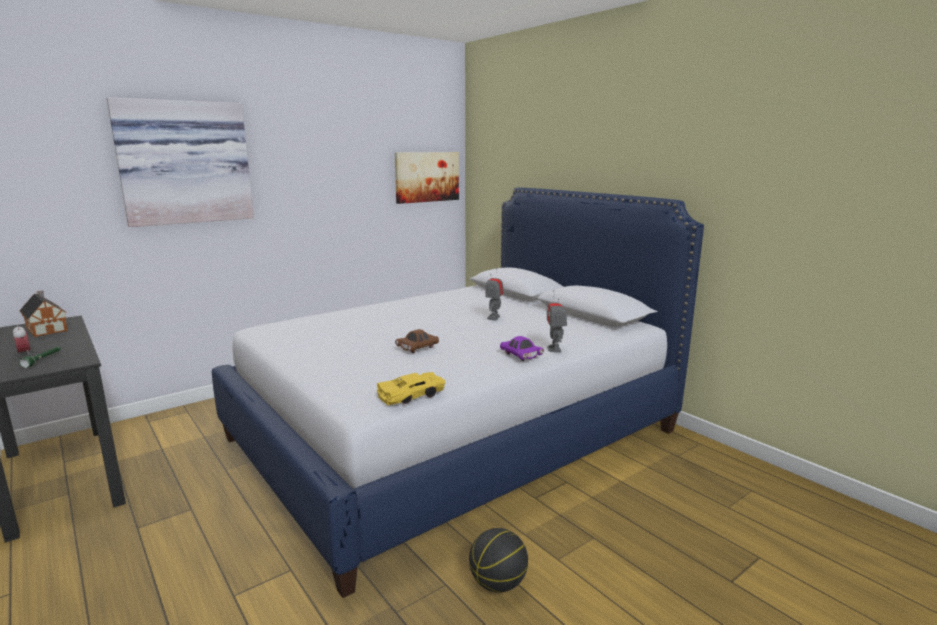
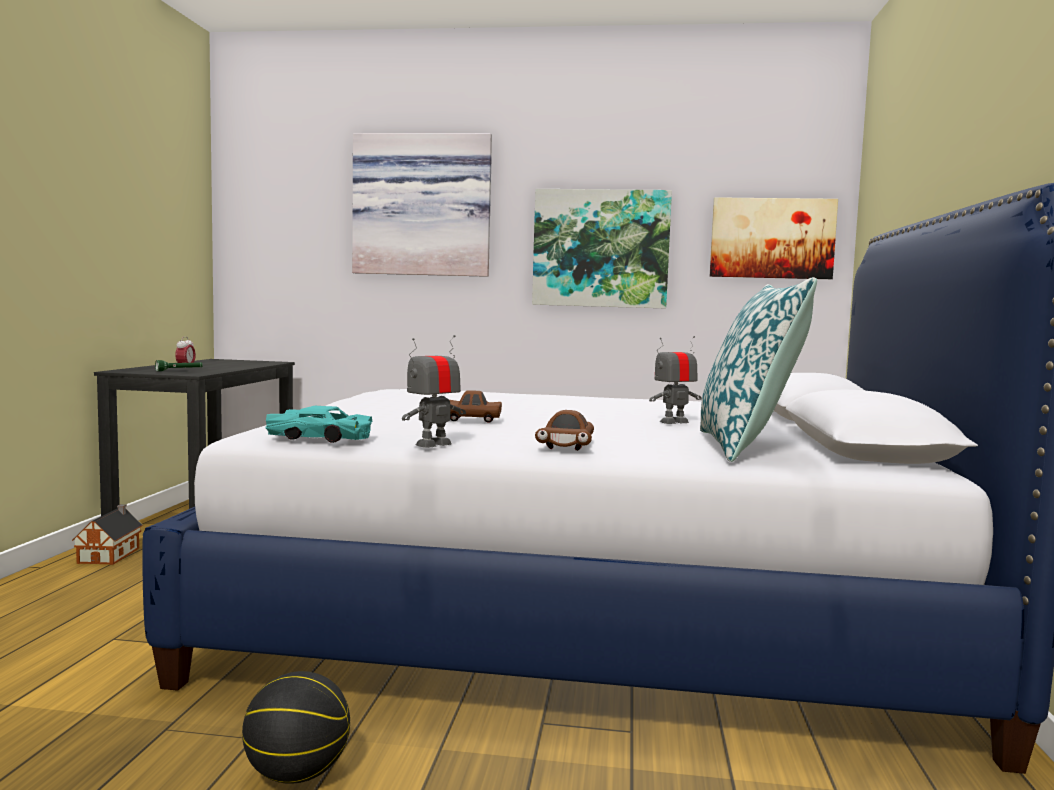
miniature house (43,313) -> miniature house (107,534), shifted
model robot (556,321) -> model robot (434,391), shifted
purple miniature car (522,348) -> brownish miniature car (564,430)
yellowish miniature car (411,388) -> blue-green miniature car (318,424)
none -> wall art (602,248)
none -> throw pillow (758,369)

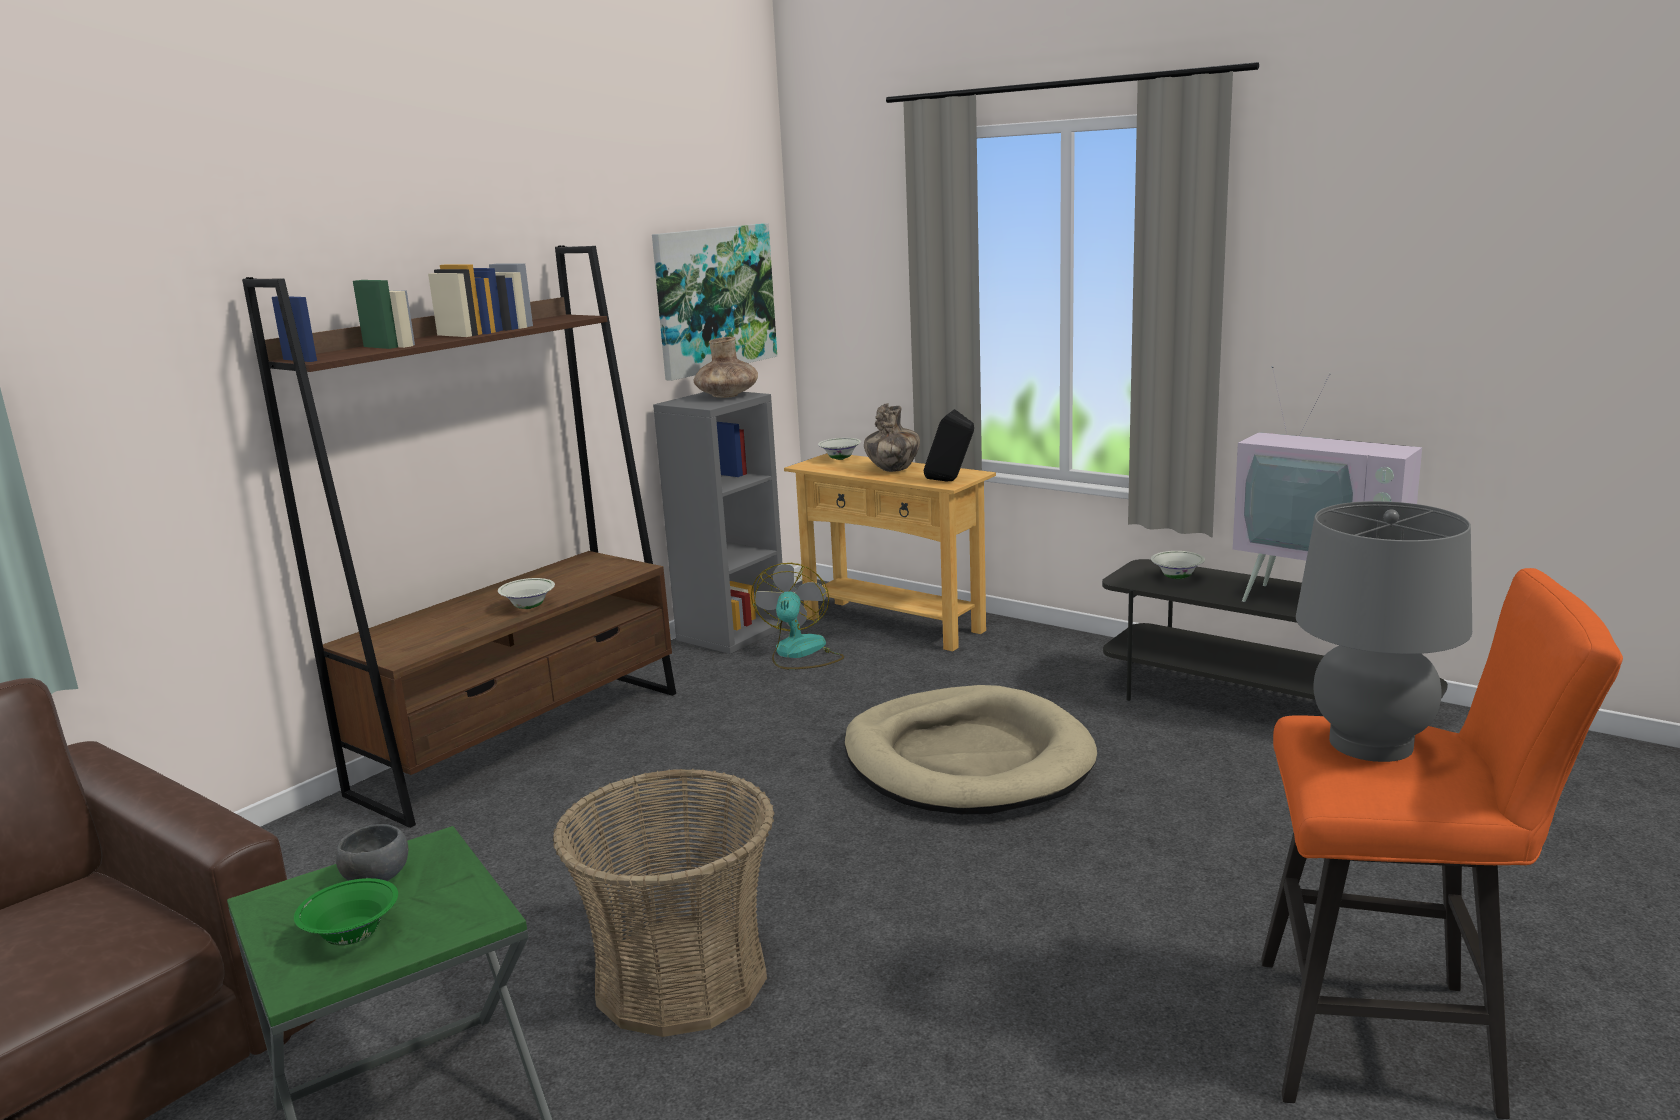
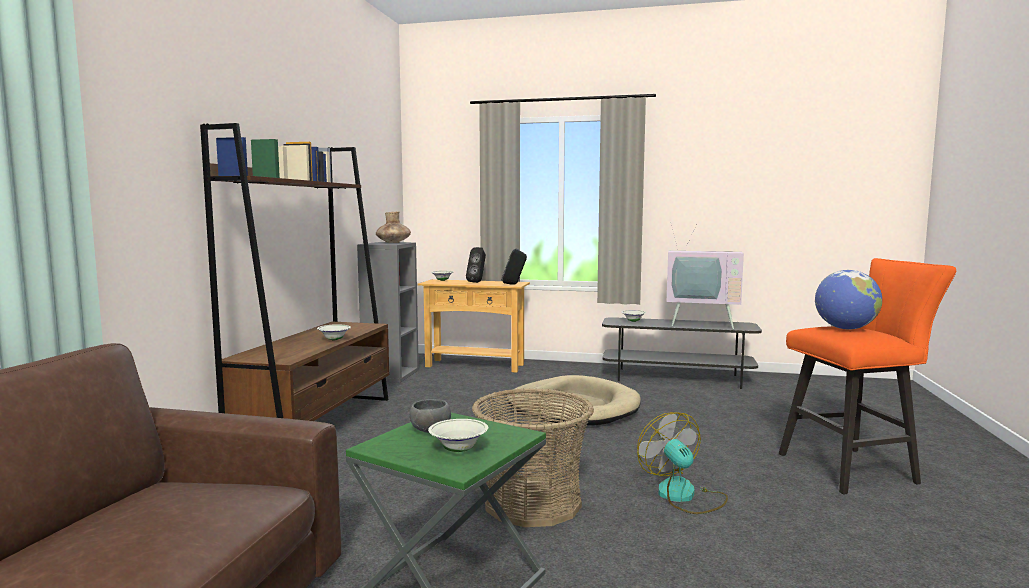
wall art (714,302) -> none
flower vase (892,437) -> black-coloured loudspeaker (476,265)
greyish tabletop lamp (1384,631) -> desk globe (848,300)
electric fan (797,616) -> electric fan (682,463), shifted
green-coloured serving bowl (346,911) -> whitish serving bowl (458,435)

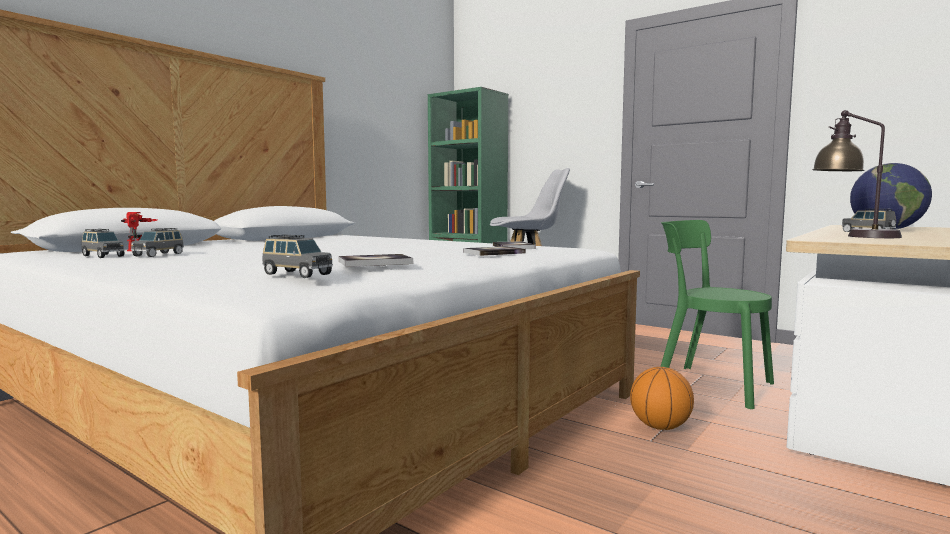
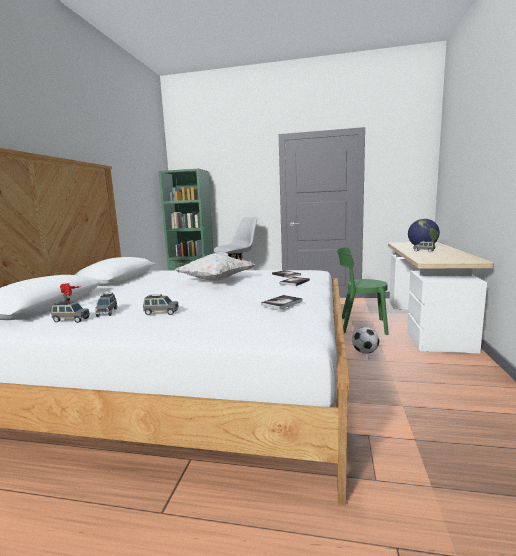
tabletop lamp (857,174) -> none
greyish miniature car (297,256) -> greyish miniature car (161,305), shifted
ball for basketball (662,398) -> ball for football (365,340)
none -> whitish throw pillow (215,267)

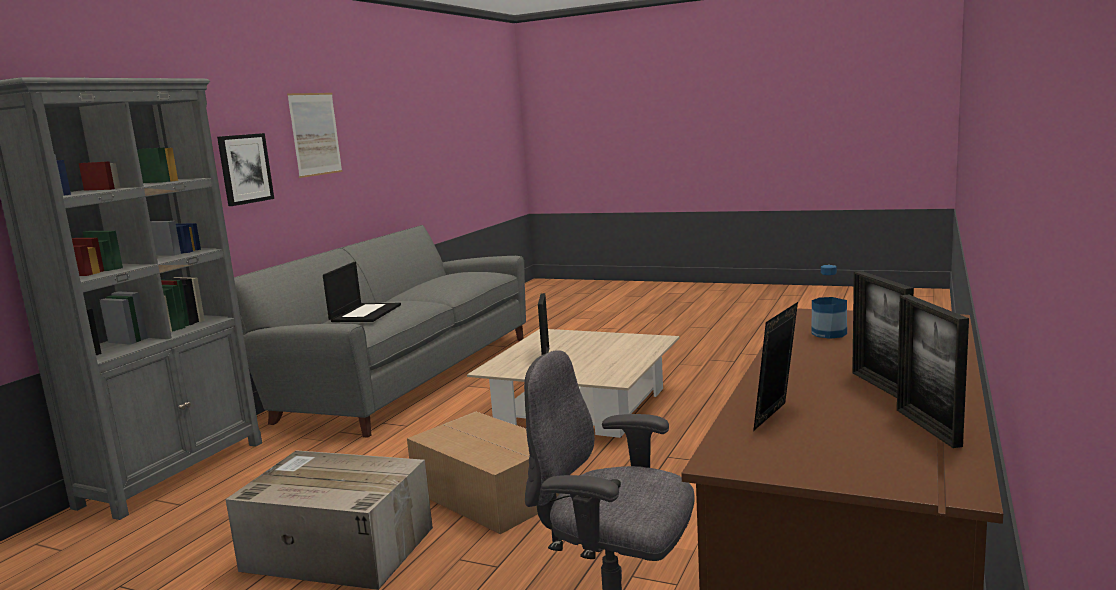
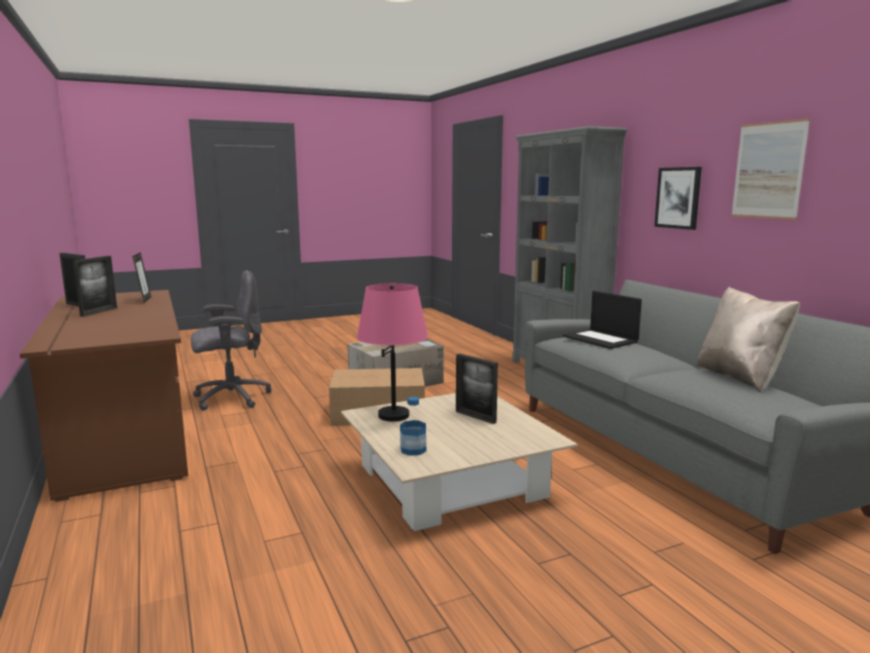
drink bottle (829,302) -> drink bottle (413,426), shifted
picture frame (883,334) -> picture frame (95,286), 75 degrees clockwise
none -> pinkish tabletop lamp (392,352)
none -> beige throw pillow (748,339)

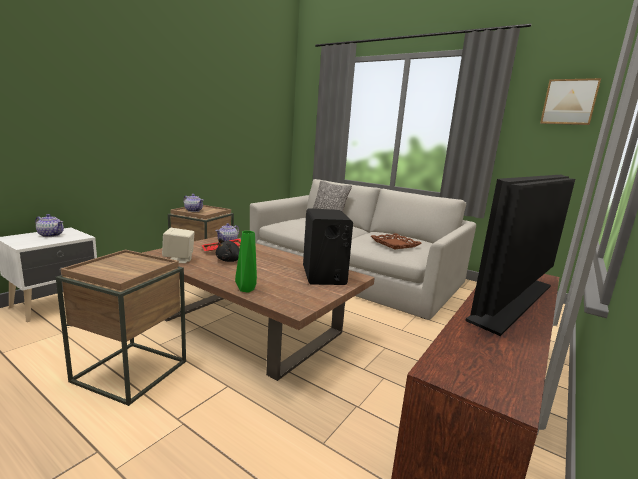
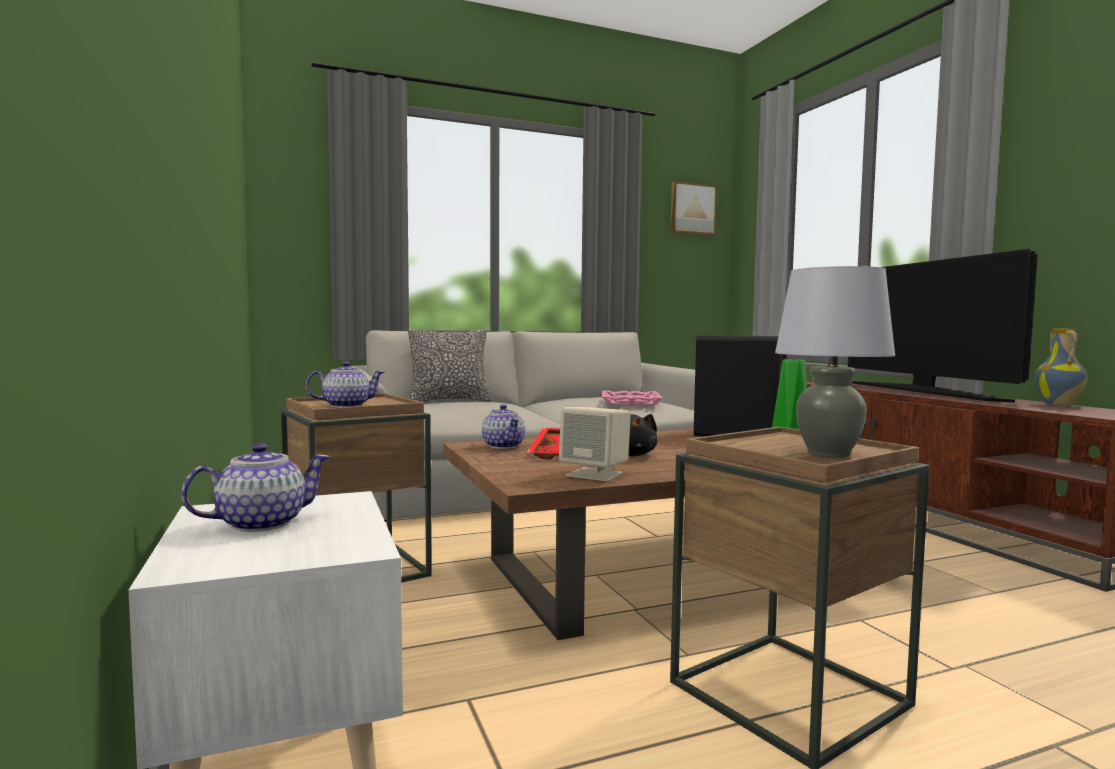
brownish serving tray (396,241) -> pinkish serving tray (631,397)
none -> greyish tabletop lamp (835,362)
none -> flower vase (1061,367)

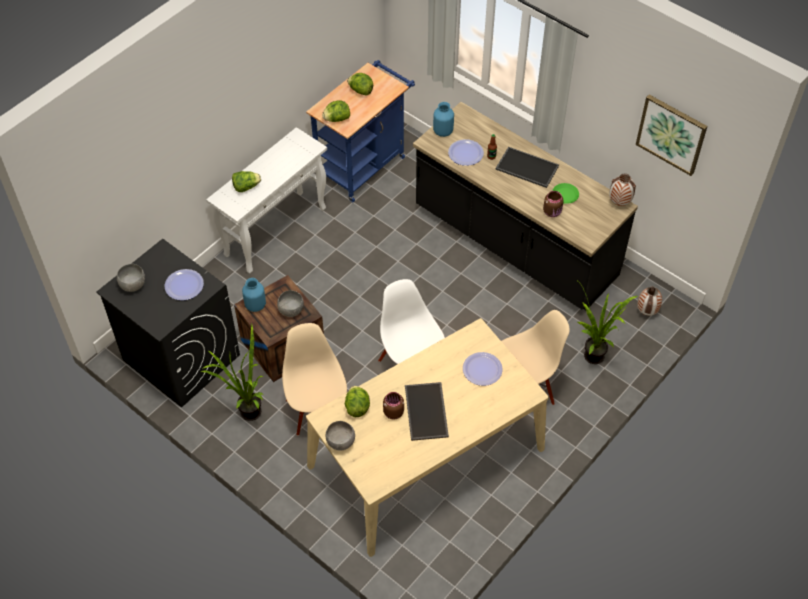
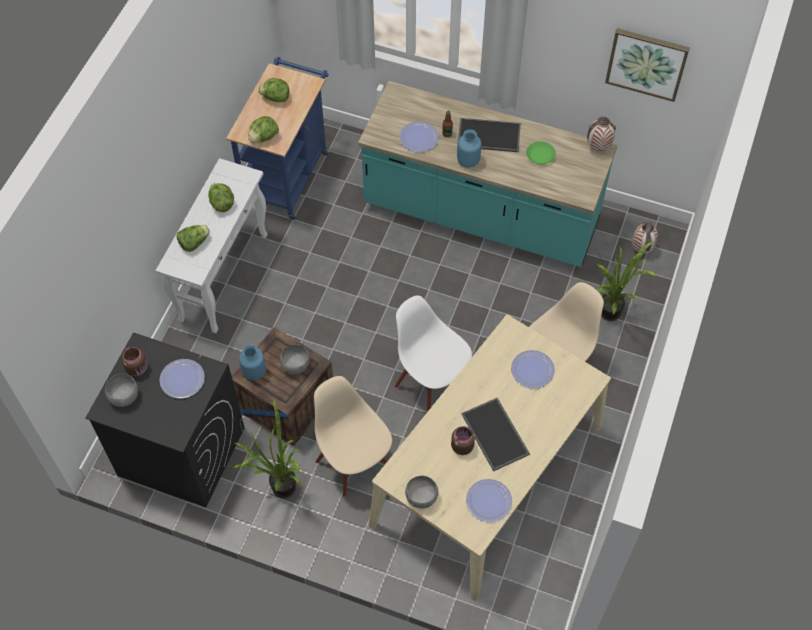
black-coloured kitchen base unit (525,206) -> blue-green kitchen base unit (487,174)
blue-coloured flower vase (443,119) -> blue-coloured flower vase (469,148), shifted
brownish preserve jar (553,204) -> brownish preserve jar (135,362), shifted
head of lettuce (357,401) -> head of lettuce (221,197), shifted
none -> plate (489,500)

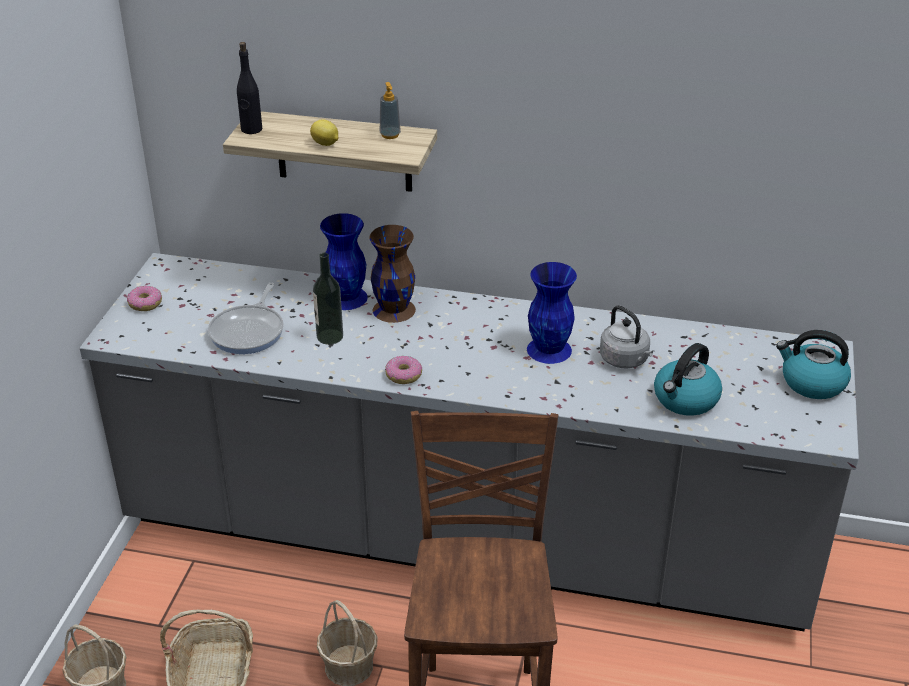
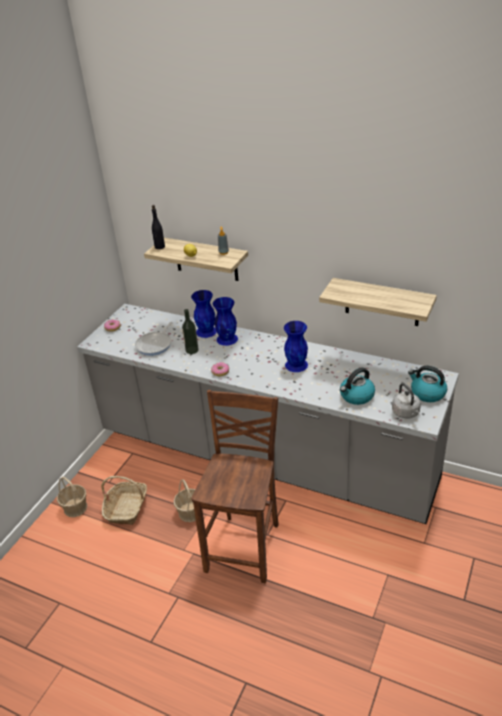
brownish flower vase (392,274) -> blue-coloured flower vase (225,321)
greyish tea kettle (626,337) -> greyish tea kettle (406,401), shifted
none -> wall shelf (378,302)

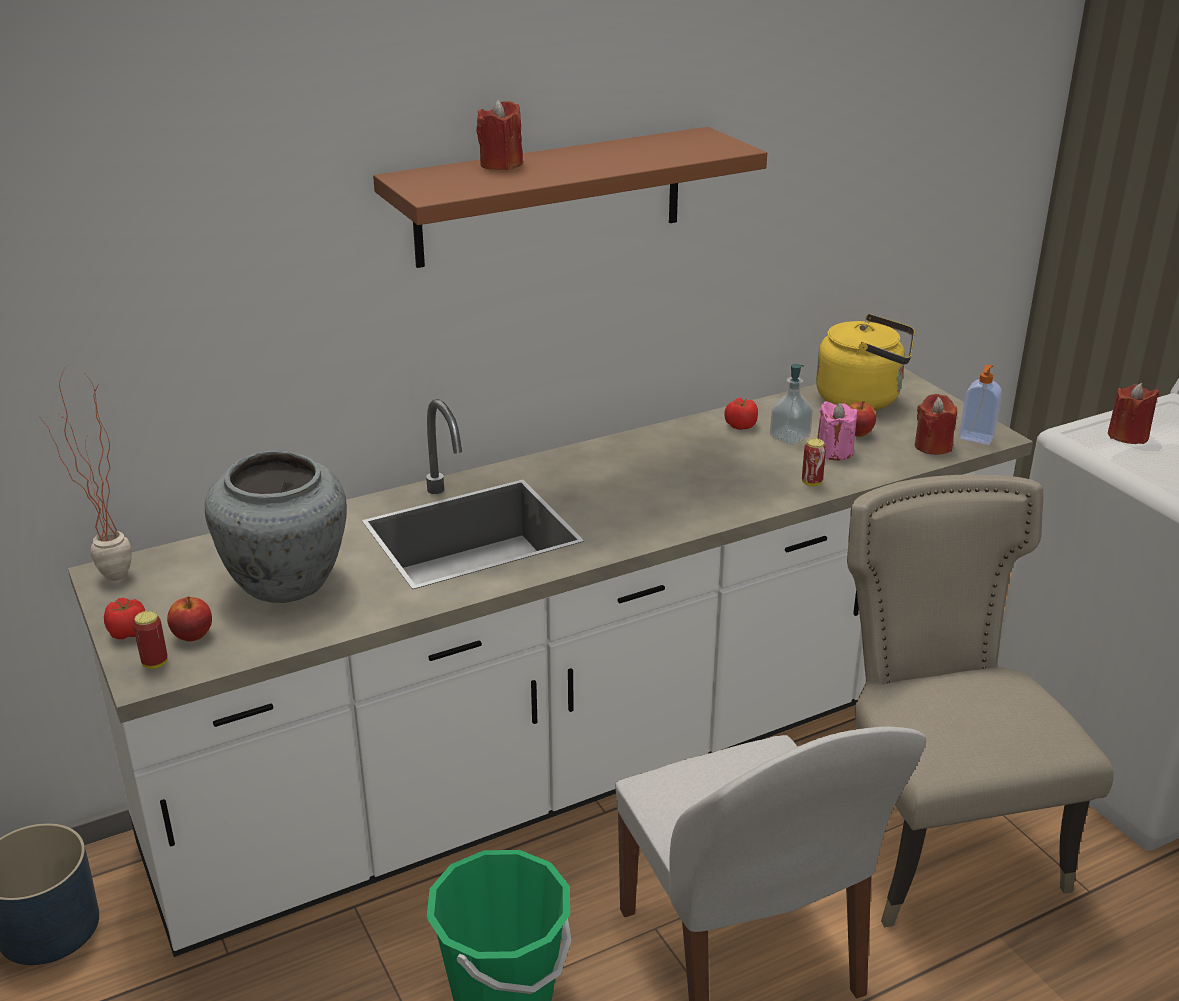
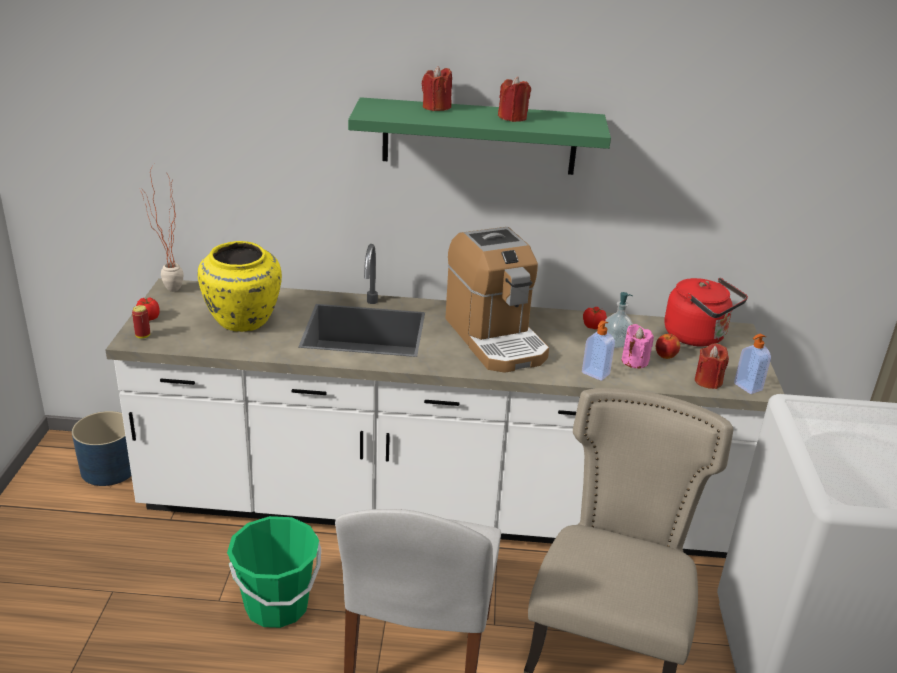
brownish wall shelf (570,197) -> green-coloured wall shelf (479,136)
yellowish tea kettle (865,362) -> red tea kettle (706,312)
red candle (1133,413) -> red candle (514,99), shifted
sealed can (814,462) -> liquid soap bottle (598,350)
greyish flower vase (276,526) -> yellowish flower vase (240,286)
whole apple (189,619) -> none
none -> coffee maker (497,300)

